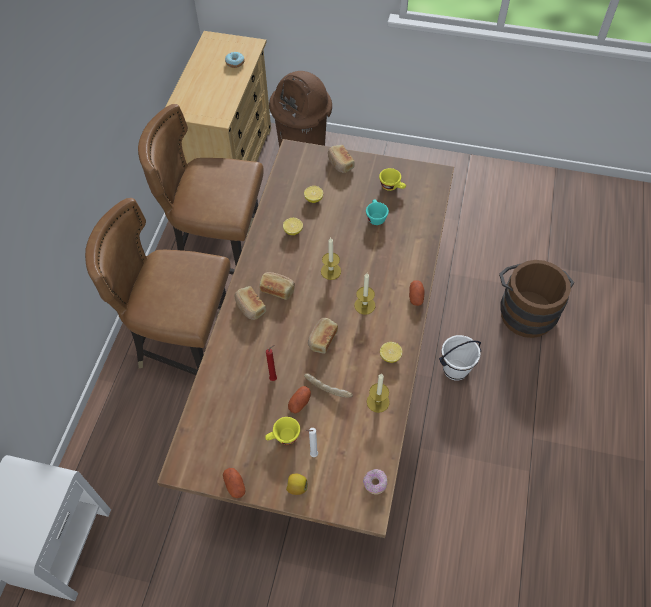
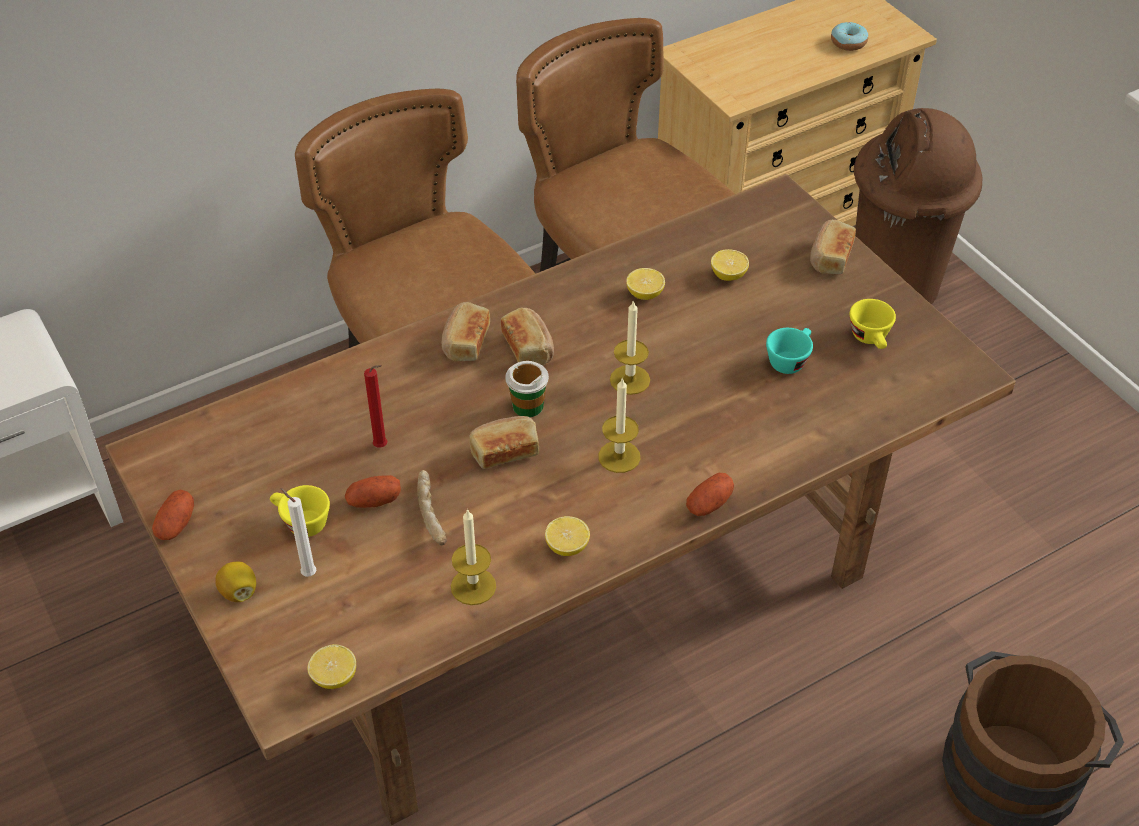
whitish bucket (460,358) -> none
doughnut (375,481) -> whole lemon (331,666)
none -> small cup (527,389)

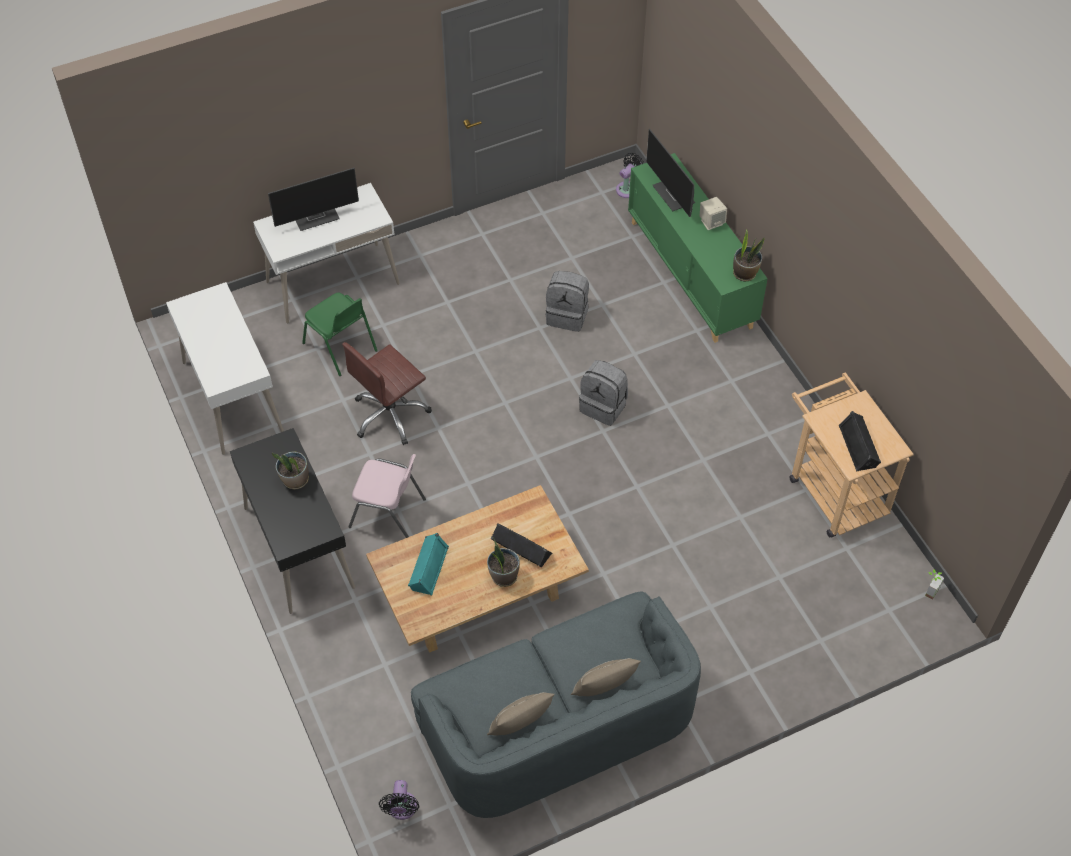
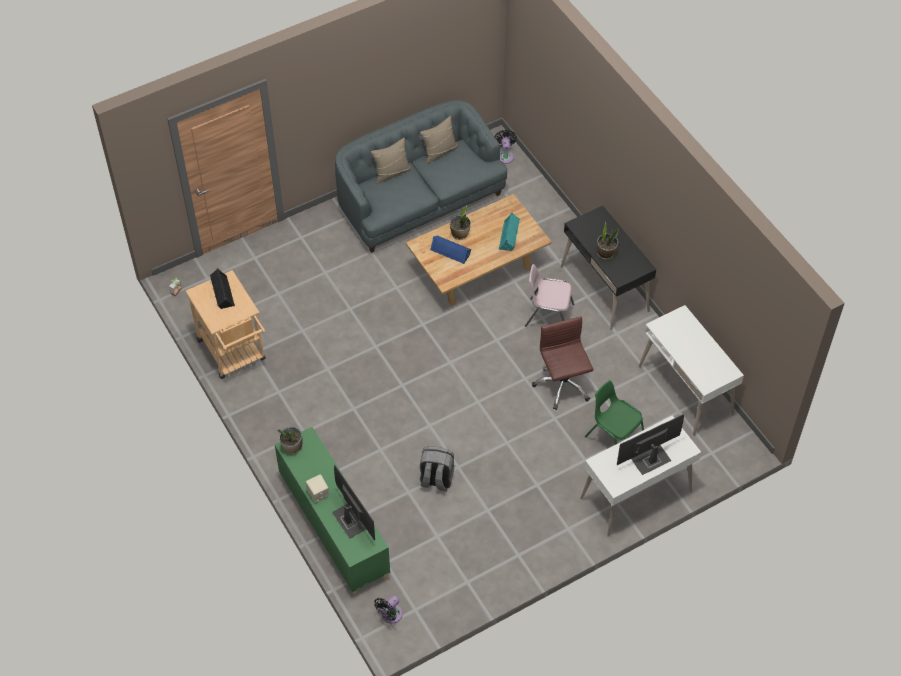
brownish computer chair (387,393) -> brownish computer chair (563,363), 60 degrees counterclockwise
greyish rucksack (603,393) -> none
black-coloured loudspeaker (521,545) -> blue-coloured loudspeaker (450,249)

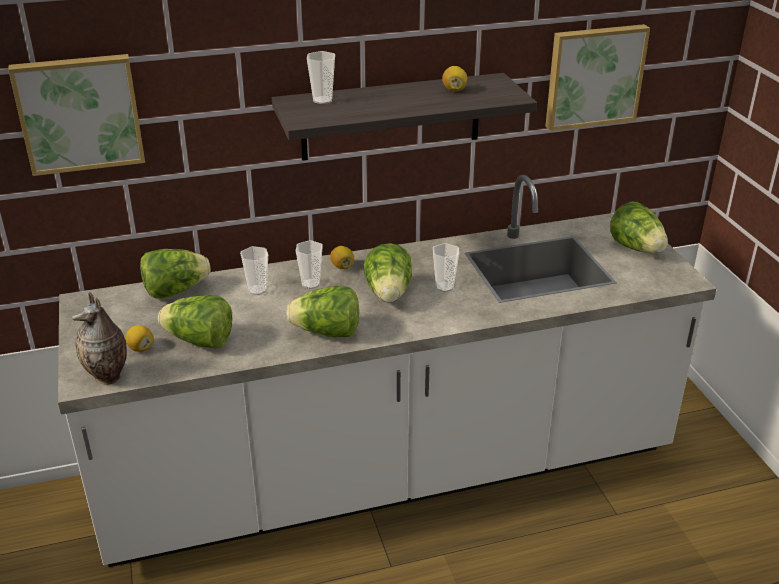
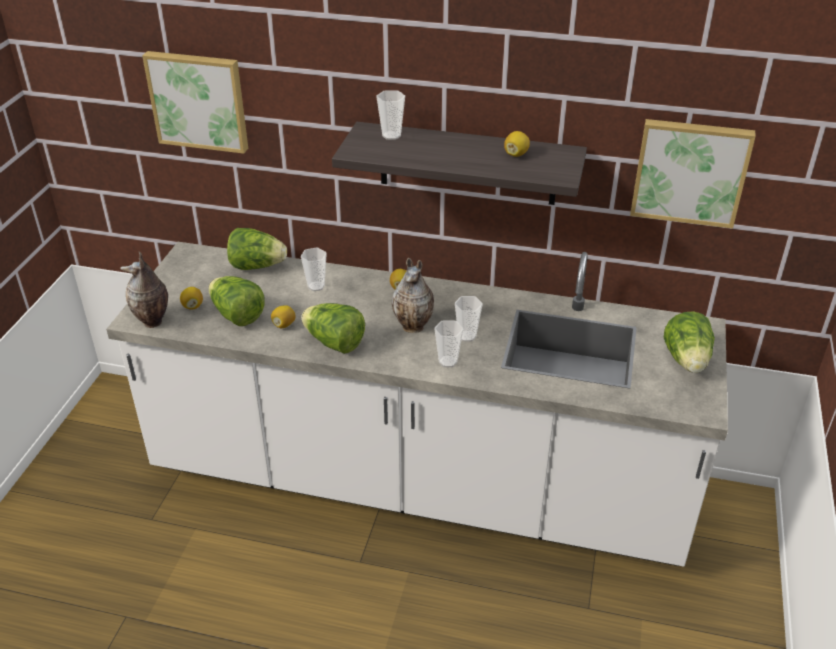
small cup (309,264) -> small cup (448,343), shifted
head of lettuce (388,273) -> flower vase (413,295)
none -> whole lemon (283,316)

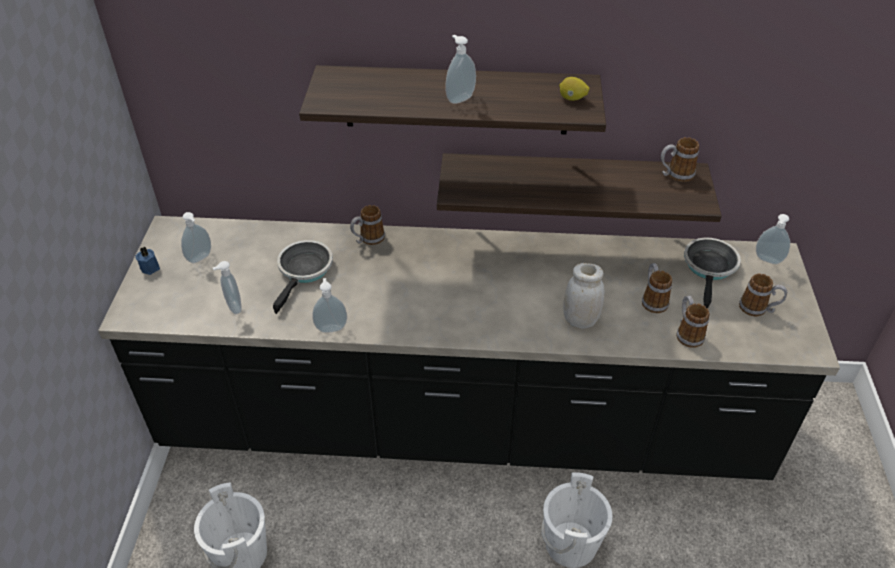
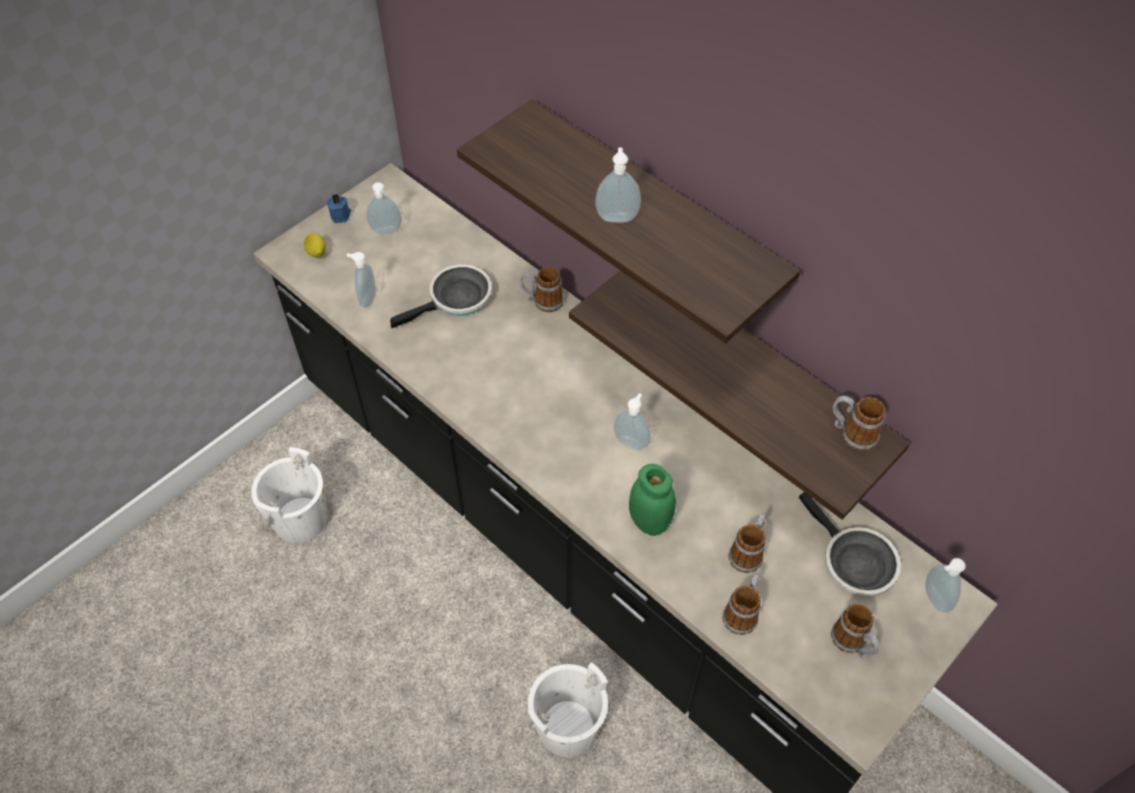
whole lemon (574,89) -> whole lemon (315,245), shifted
pan (712,272) -> pan (850,544), 90 degrees clockwise
whitish preserve jar (583,296) -> green-coloured preserve jar (652,500)
liquid soap bottle (329,305) -> liquid soap bottle (632,421), shifted

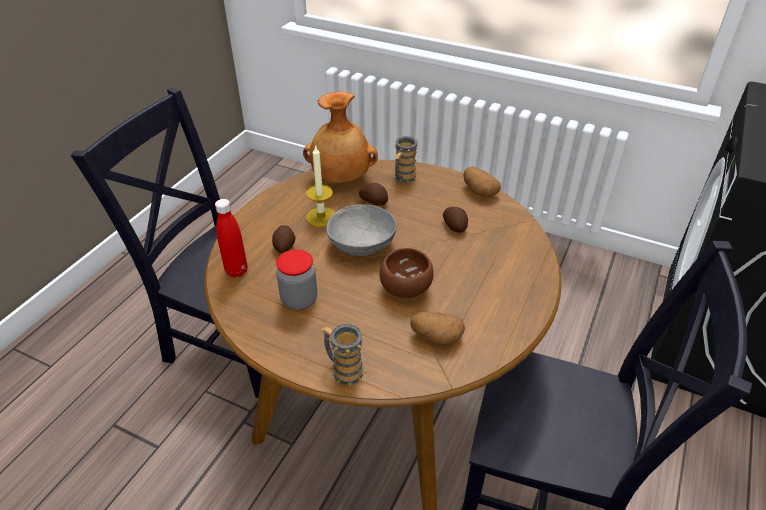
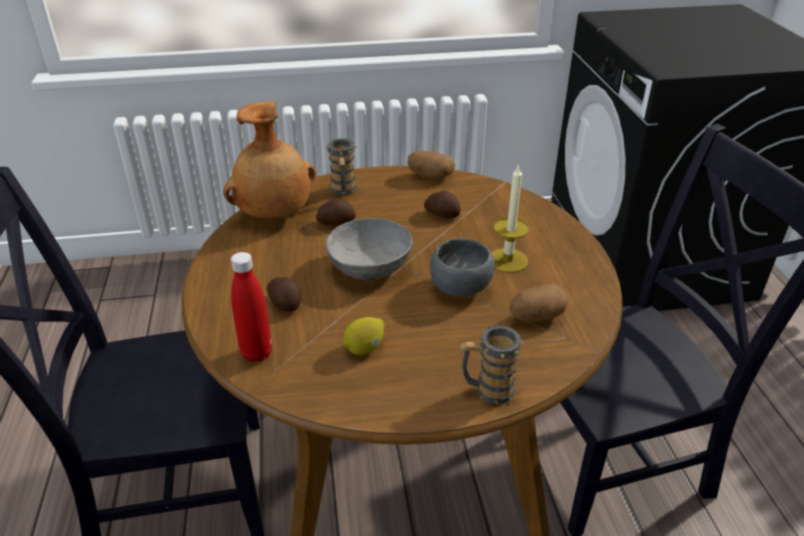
candle (320,186) -> candle (510,218), shifted
brownish serving bowl (407,273) -> greyish serving bowl (462,267)
preserve jar (296,280) -> whole lemon (364,336)

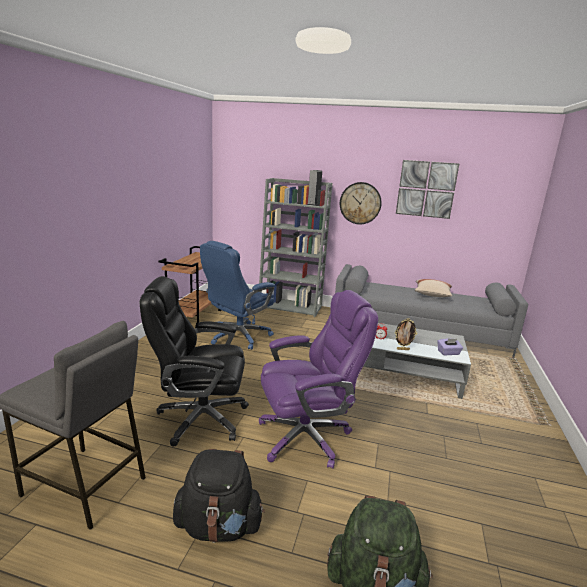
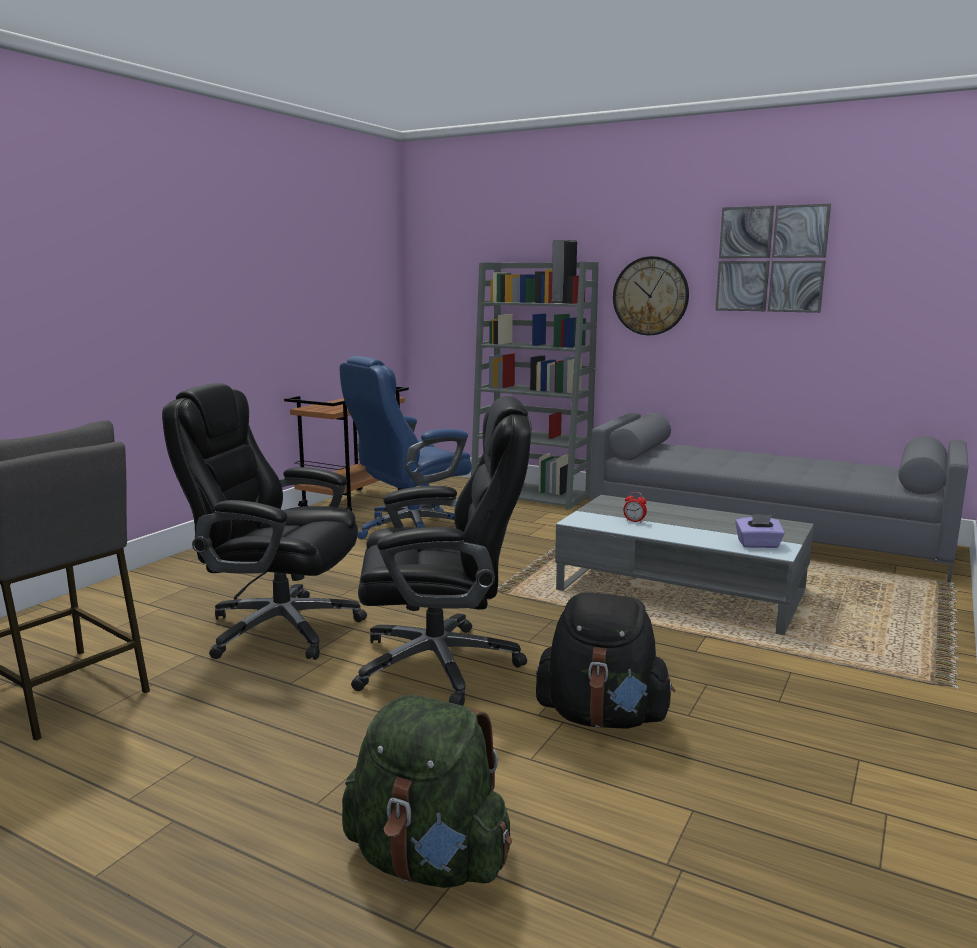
beige throw pillow (433,288) -> none
purple computer chair (318,379) -> black-coloured computer chair (441,551)
picture frame (406,334) -> none
black-coloured rucksack (219,496) -> black-coloured rucksack (605,660), shifted

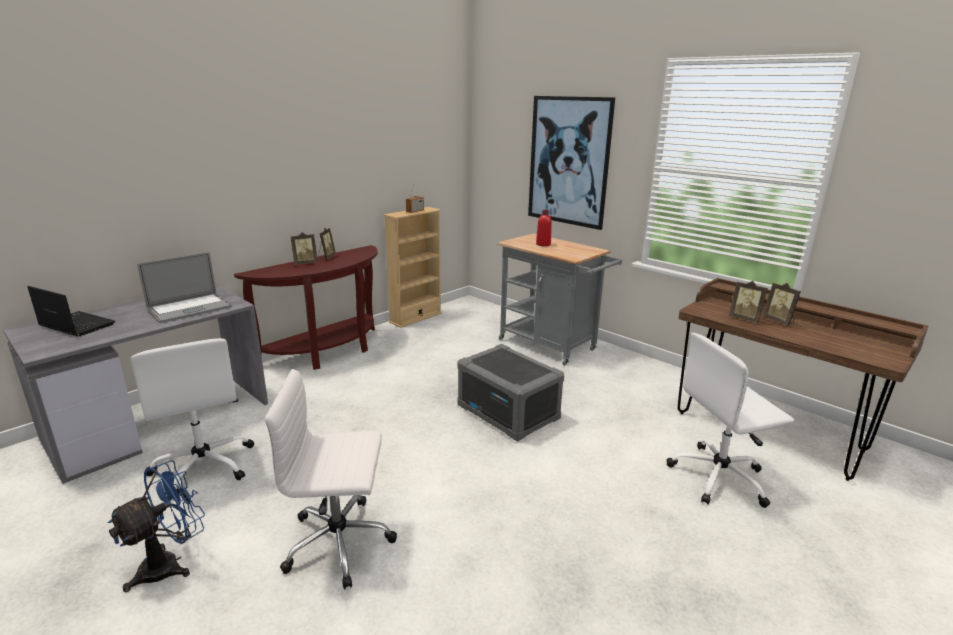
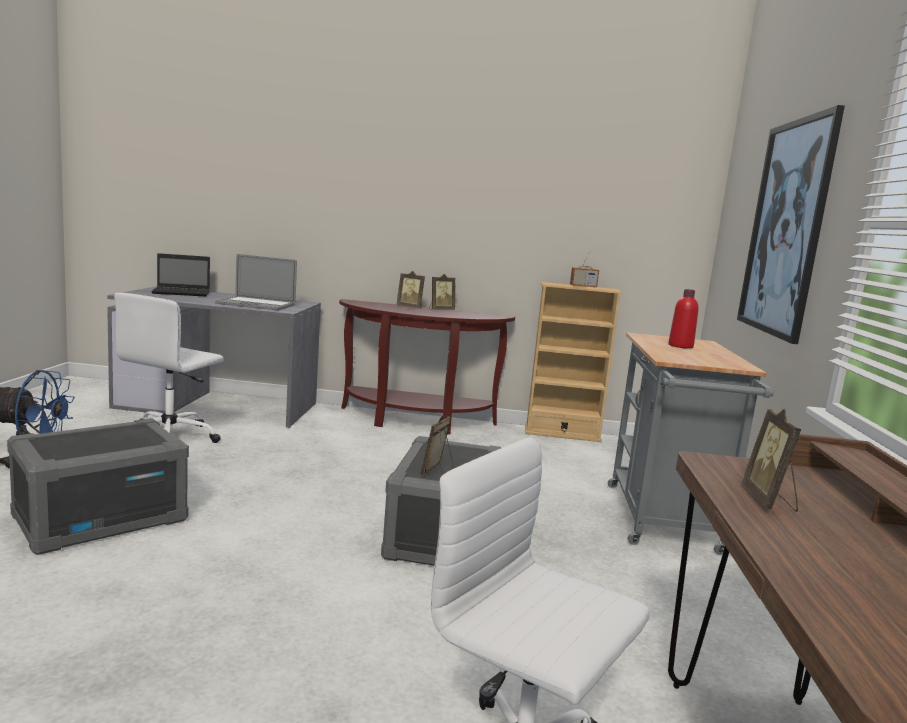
picture frame (781,304) -> picture frame (437,446), shifted
notebook computer (71,311) -> notebook computer (180,275), 90 degrees clockwise
whitish computer chair (331,479) -> greyish storage bin (98,486)

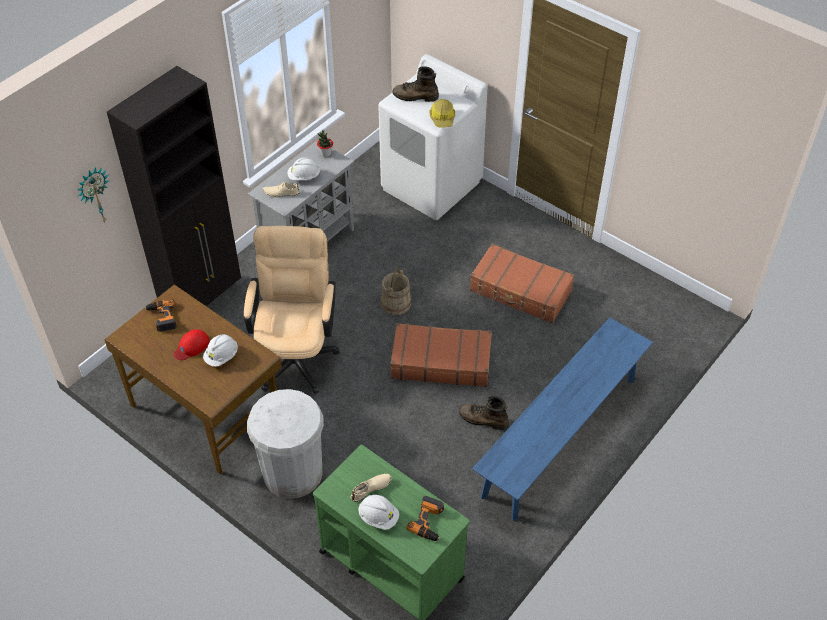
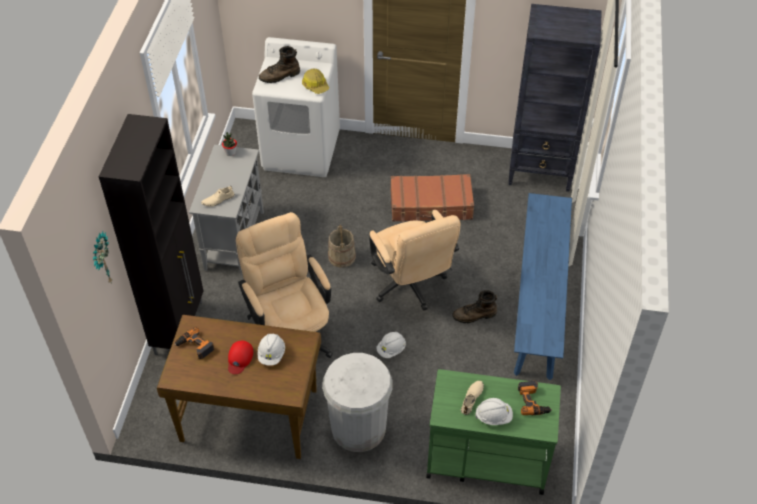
whitish hard hat (304,168) -> whitish hard hat (391,345), shifted
brownish piece of luggage (441,355) -> beige computer chair (414,260)
none -> black-coloured bookshelf (555,98)

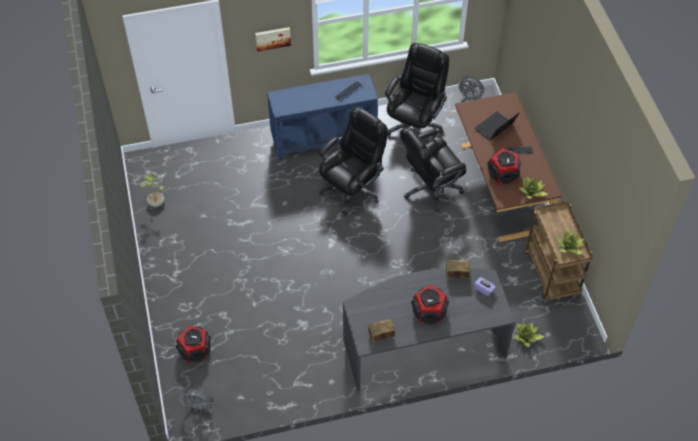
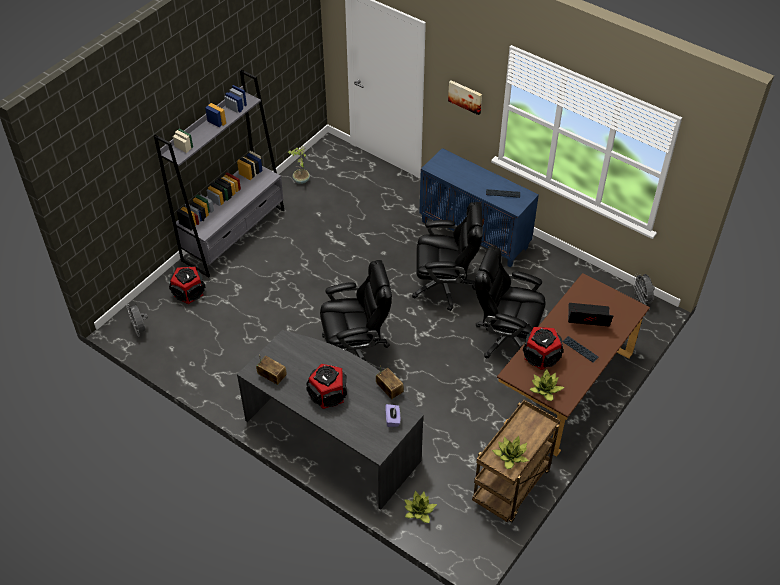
black-coloured computer chair (417,89) -> black-coloured computer chair (356,311), shifted
none -> greyish bookshelf (219,173)

